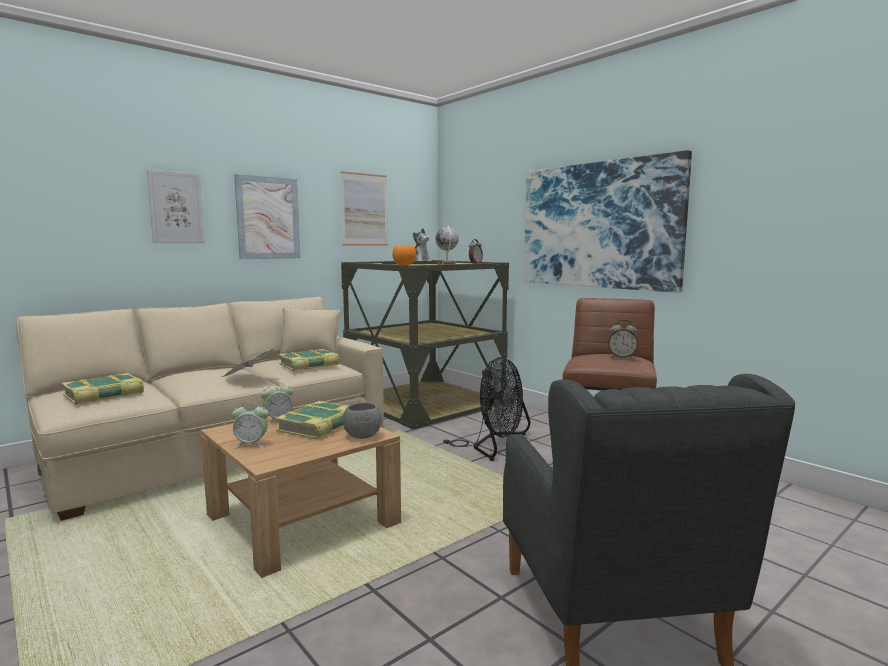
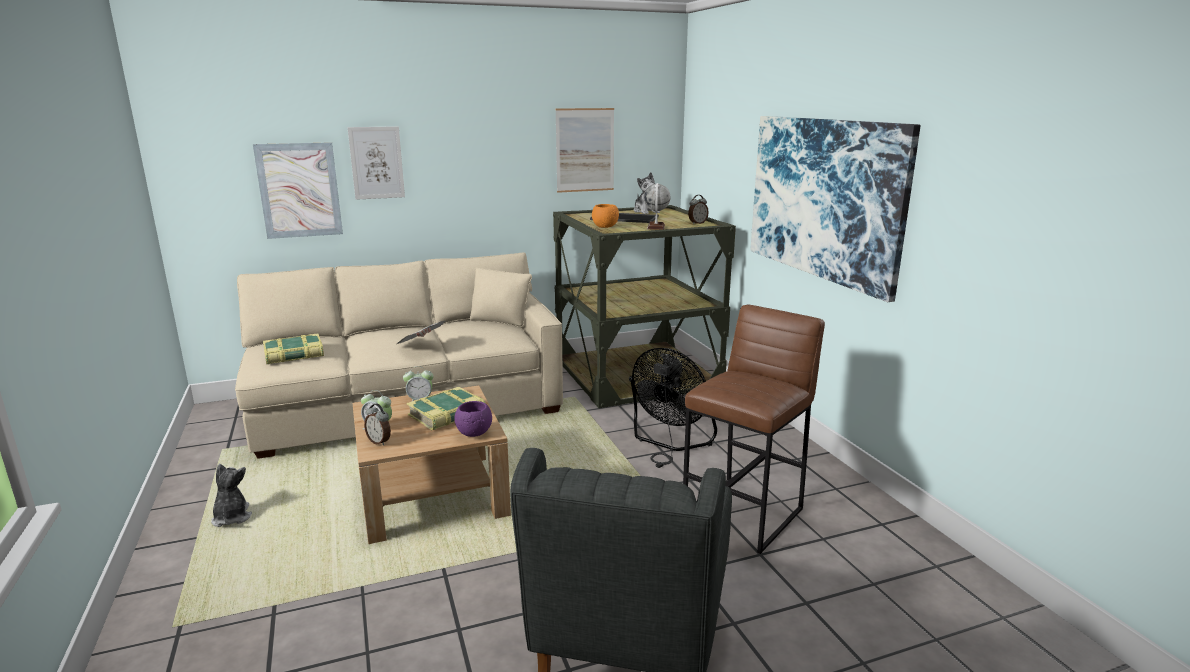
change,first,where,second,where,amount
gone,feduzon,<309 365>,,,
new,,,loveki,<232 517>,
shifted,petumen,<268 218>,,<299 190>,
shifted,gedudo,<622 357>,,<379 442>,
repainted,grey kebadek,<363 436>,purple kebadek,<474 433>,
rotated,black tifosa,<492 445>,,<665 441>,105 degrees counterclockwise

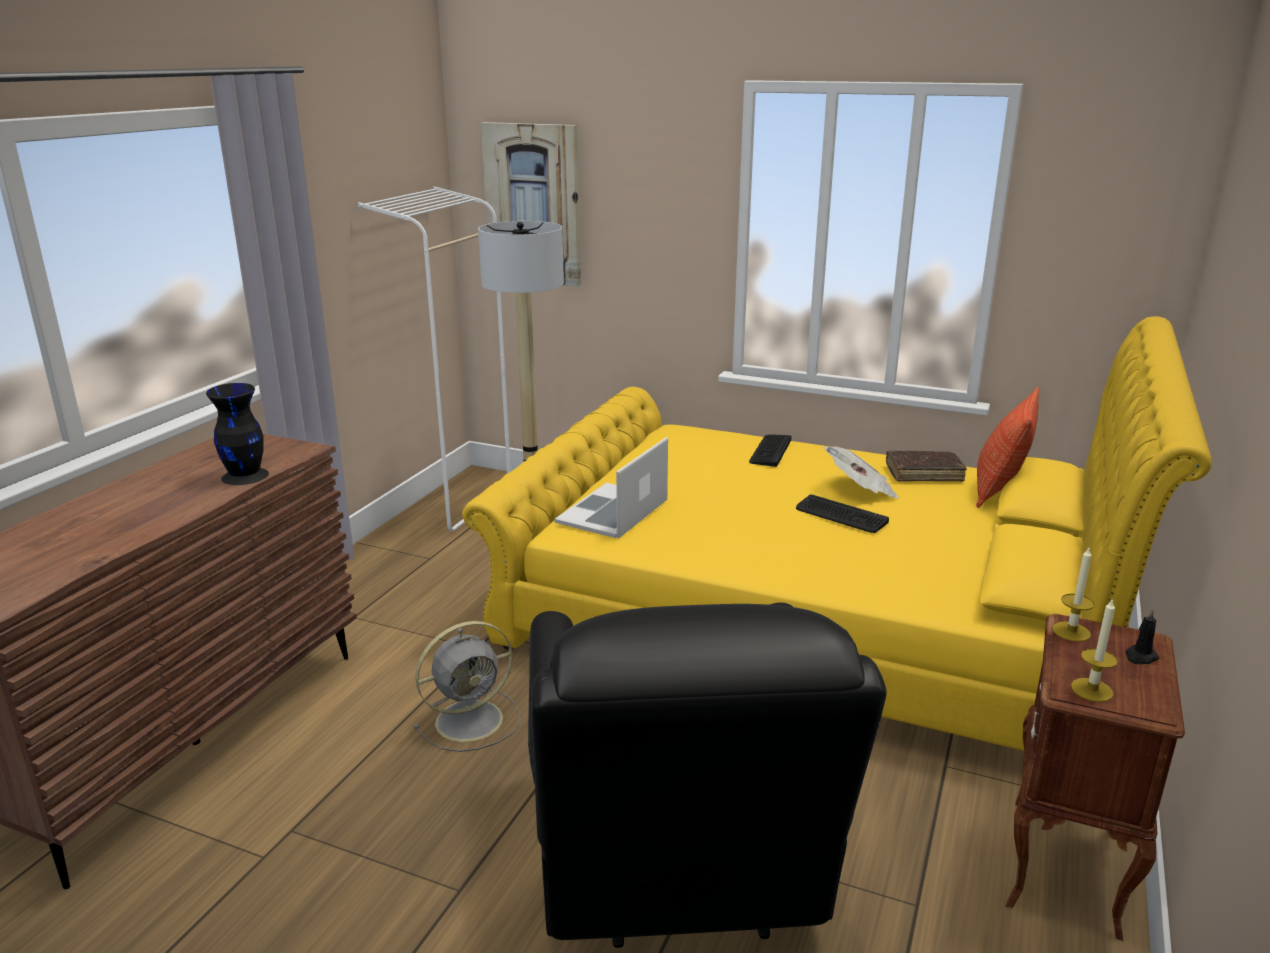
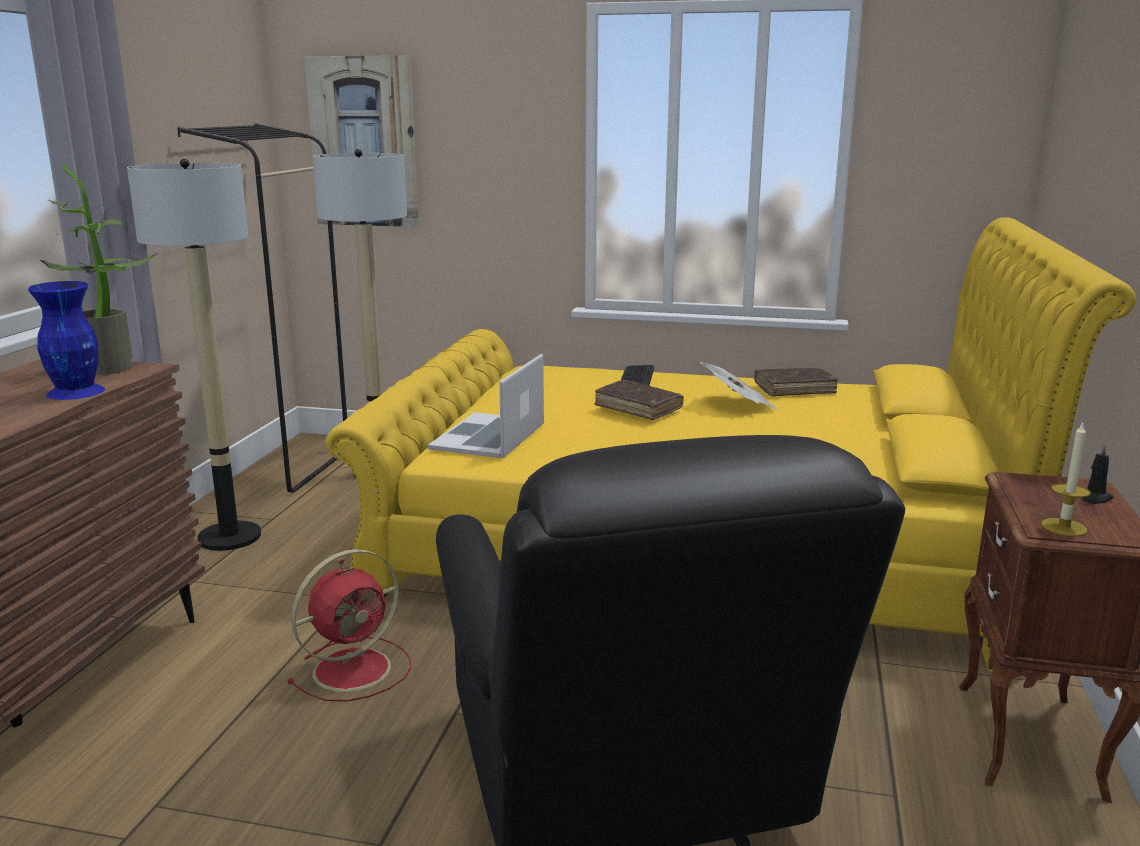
change,first,where,second,where,amount
gone,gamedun,<841 515>,,,
gone,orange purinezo,<998 491>,,,
gone,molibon,<1071 631>,,,
new,,,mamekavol,<115 367>,
new,,,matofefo,<230 537>,
new,,,brown feduzon,<638 408>,
repainted,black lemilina,<246 476>,blue lemilina,<77 392>,
repainted,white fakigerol,<455 503>,black fakigerol,<290 467>,
repainted,grey tifosa,<472 719>,red tifosa,<355 668>,

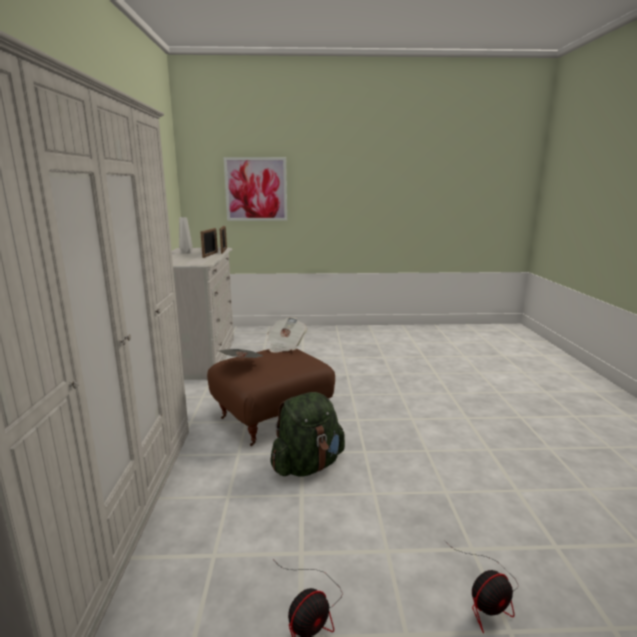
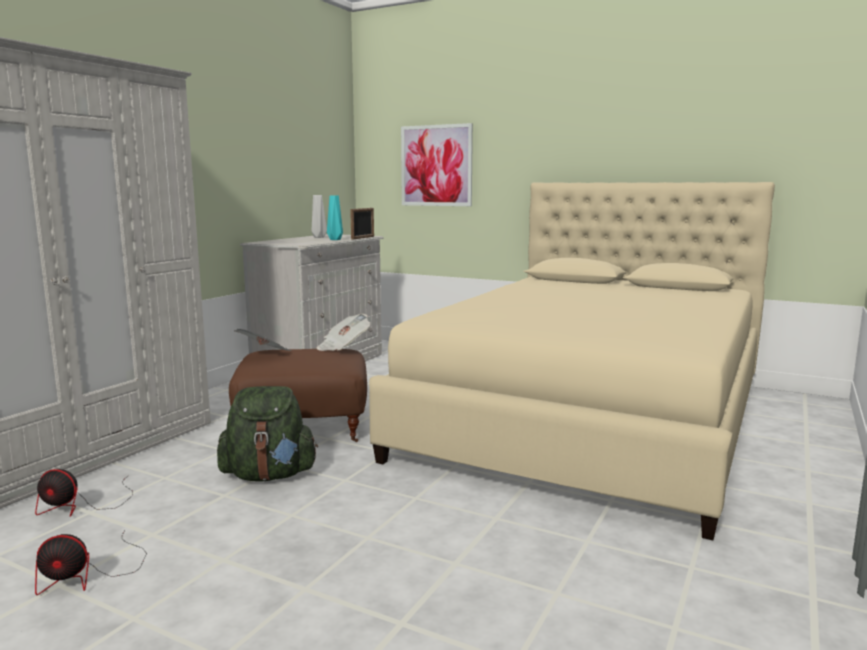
change,first,where,second,where,amount
new,,,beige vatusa,<592 419>,
shifted,tifosa,<487 596>,,<82 505>,
swapped,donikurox,<210 255>,turquoise lemilina,<335 239>,

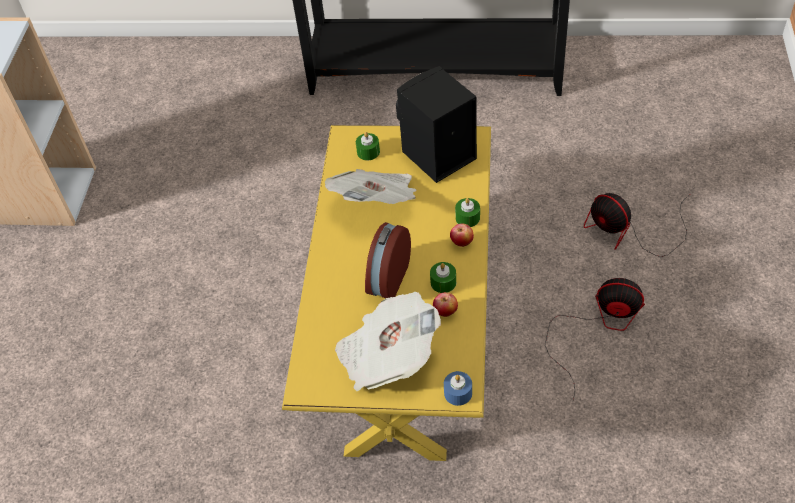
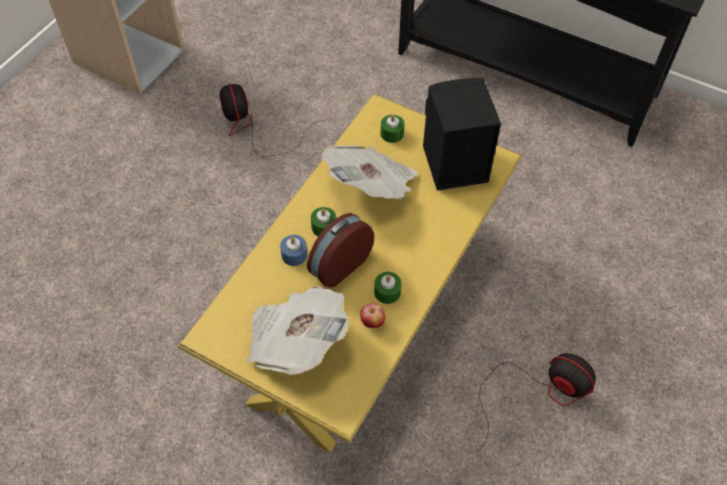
change,first,where,second,where,amount
gone,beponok,<461 243>,,,
shifted,blue molibon,<458 393>,,<294 255>,
shifted,green molibon,<467 218>,,<324 227>,
shifted,tifosa,<630 232>,,<254 128>,

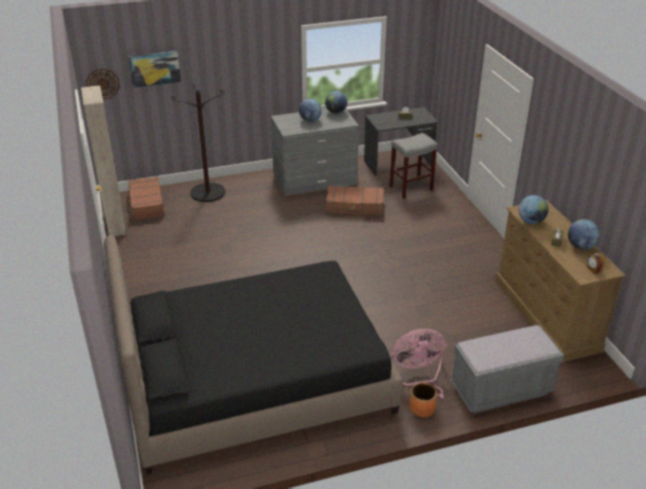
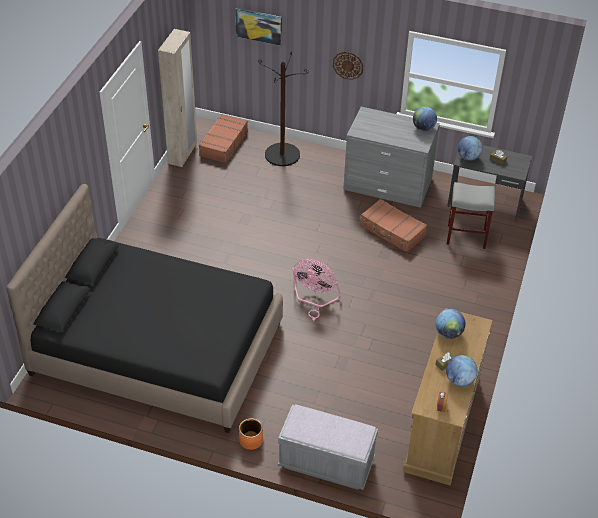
change,first,where,second,where,amount
shifted,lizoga,<102 83>,,<348 65>,
shifted,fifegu,<310 120>,,<468 157>,
shifted,pink tifosa,<420 377>,,<313 299>,

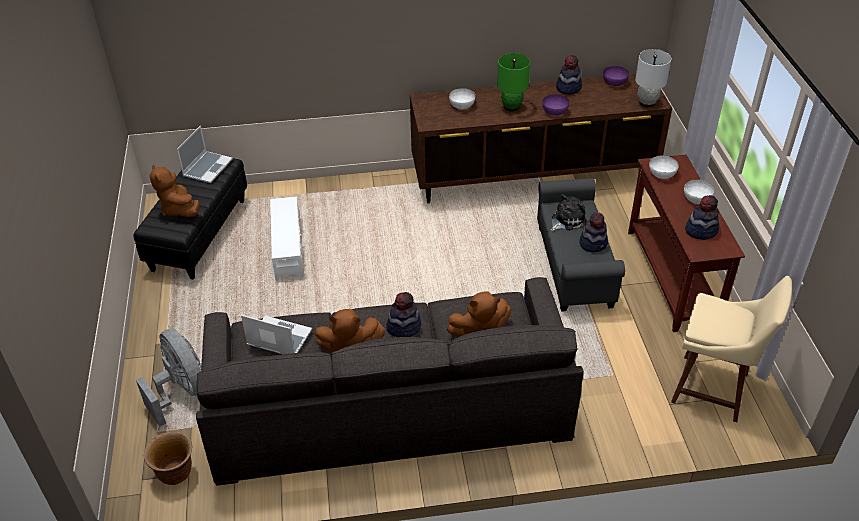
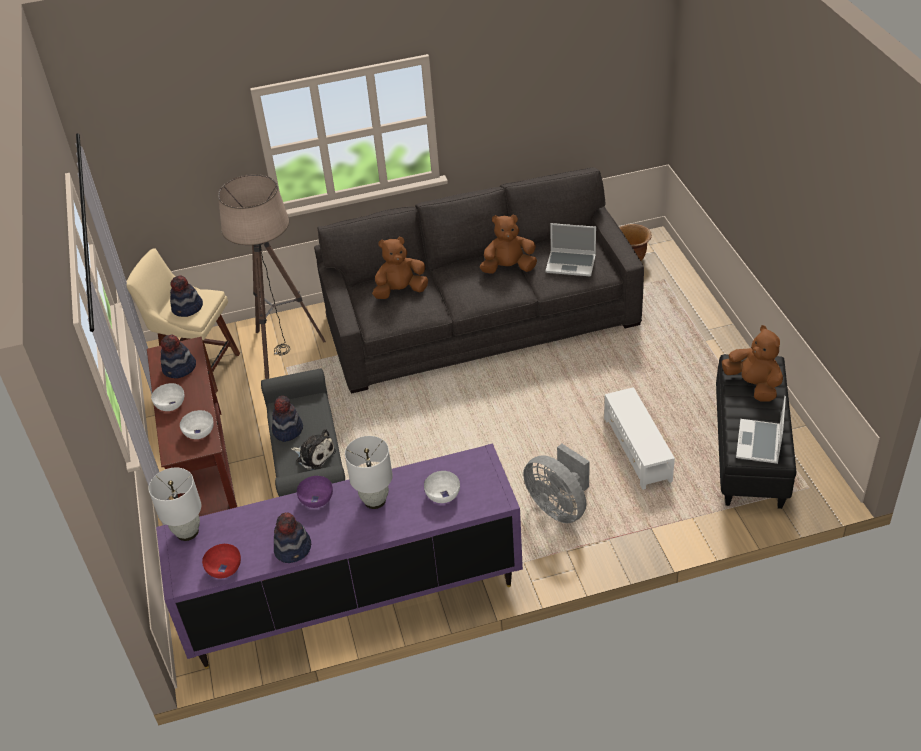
change,first,where,second,where,amount
new,,,matofefo,<283 350>,
shifted,grey tifosa,<181 391>,,<559 506>,
shifted,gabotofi,<403 326>,,<187 308>,
repainted,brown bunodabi,<533 177>,purple bunodabi,<353 597>,
repainted,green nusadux,<511 107>,white nusadux,<375 500>,
repainted,purple kebadek,<614 82>,red kebadek,<224 569>,
rotated,loveki,<566 220>,,<314 455>,105 degrees counterclockwise

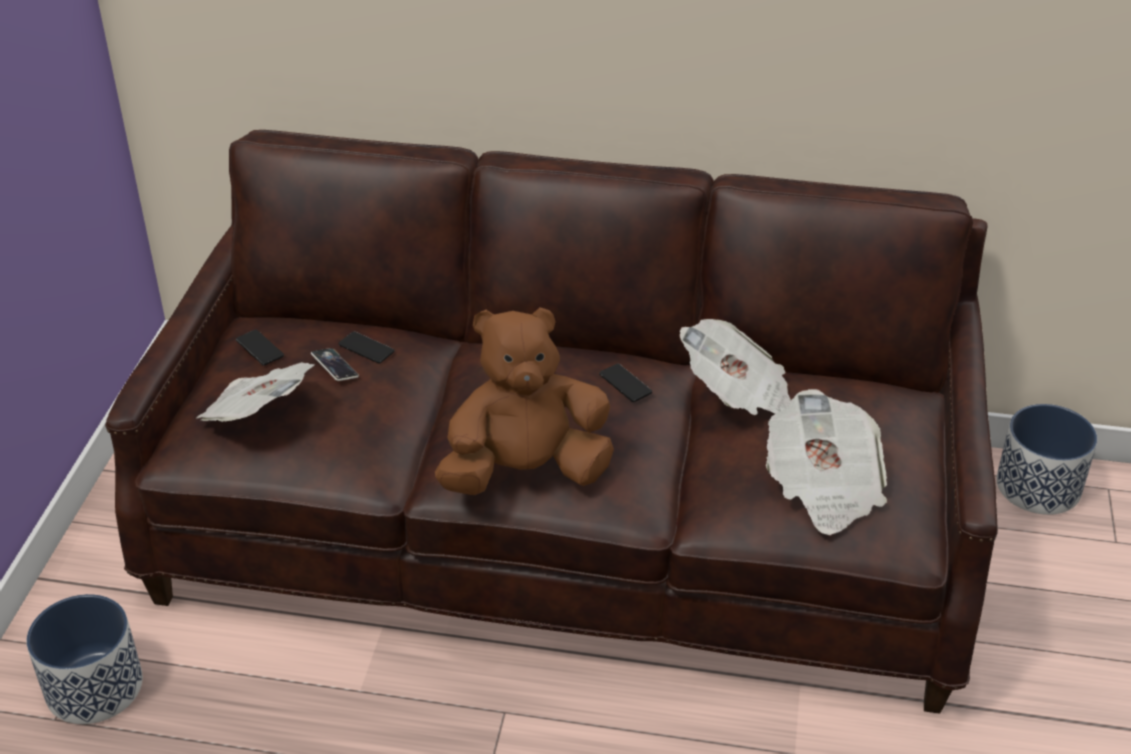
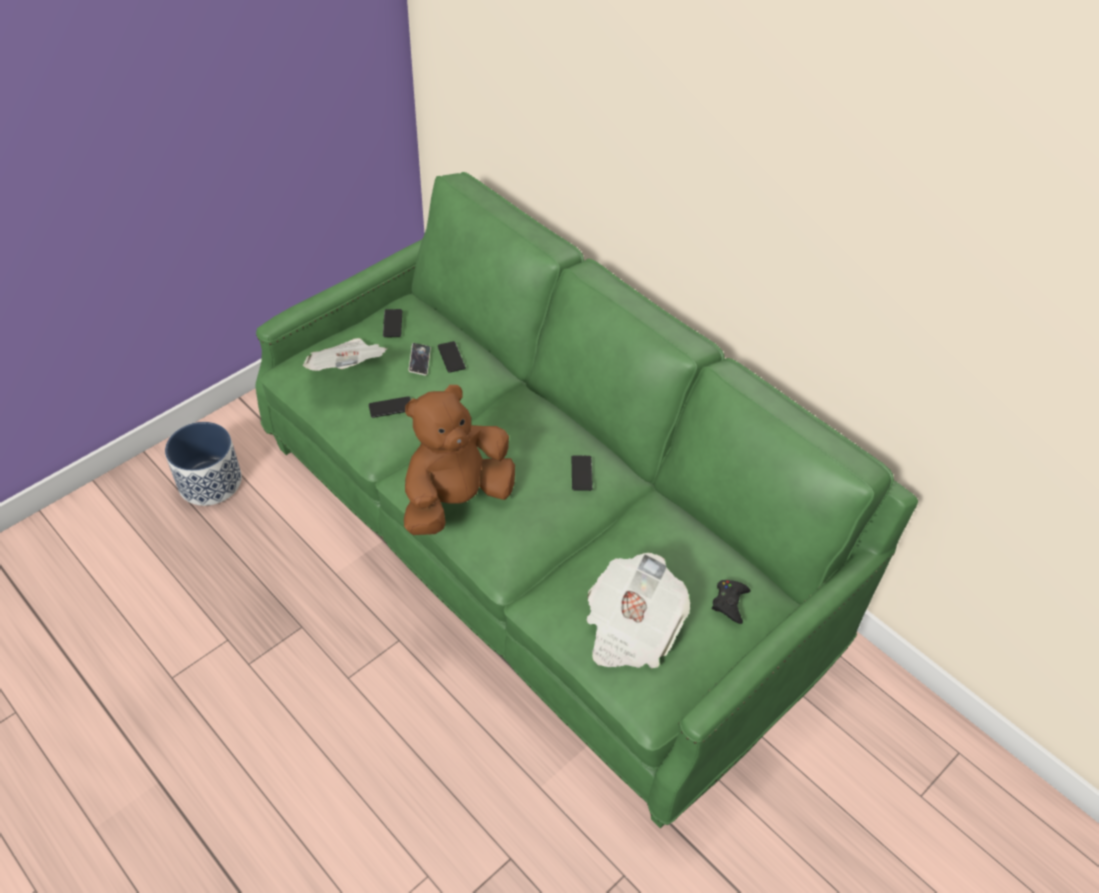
change,first,where,second,where,amount
gone,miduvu,<738 395>,,,
gone,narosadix,<1038 487>,,,
new,,,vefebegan,<390 407>,
new,,,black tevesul,<729 602>,
repainted,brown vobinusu,<565 527>,green vobinusu,<545 542>,
rotated,brown loveki,<525 472>,,<456 500>,60 degrees counterclockwise

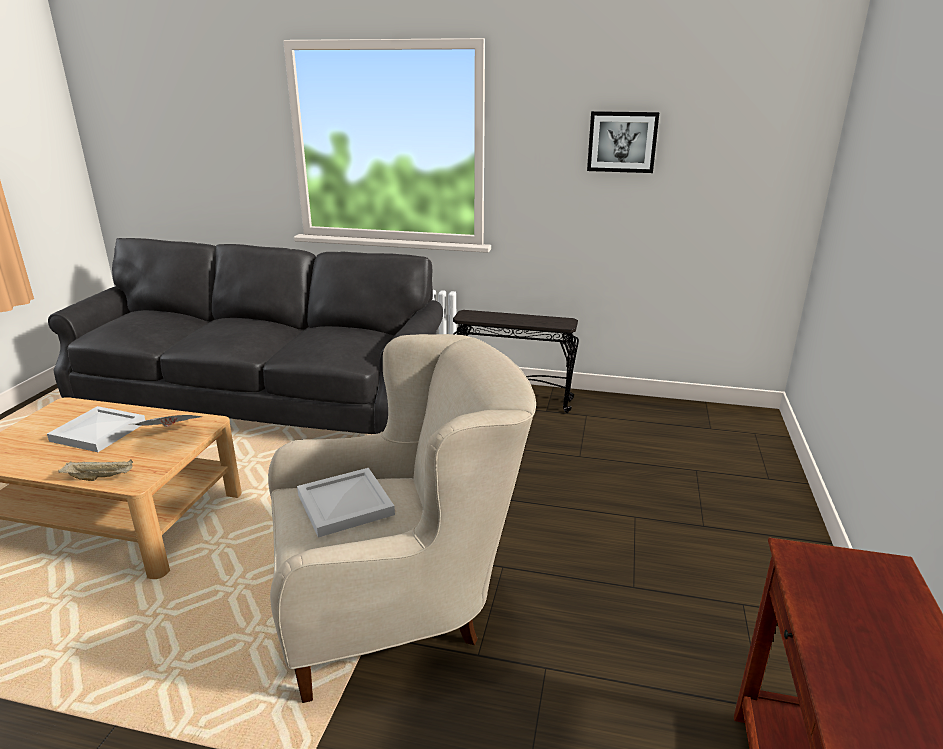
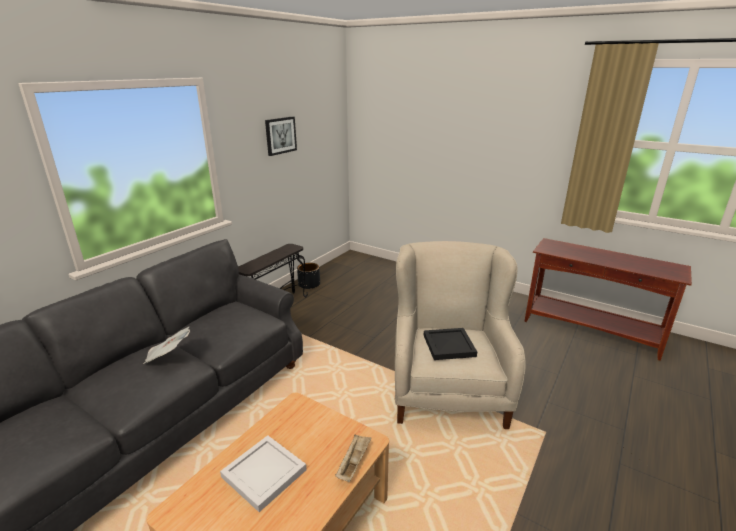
change,first,where,second,where,amount
new,,,black narosadix,<309 284>,
shifted,miduvu,<171 436>,,<168 356>,
repainted,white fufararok,<346 503>,black fufararok,<448 345>,

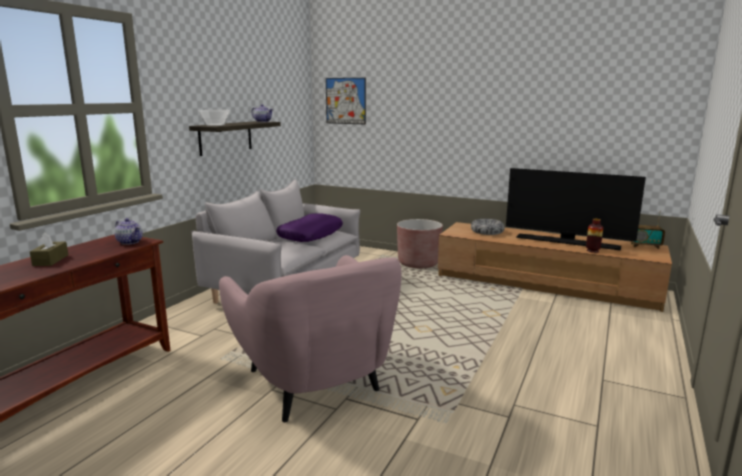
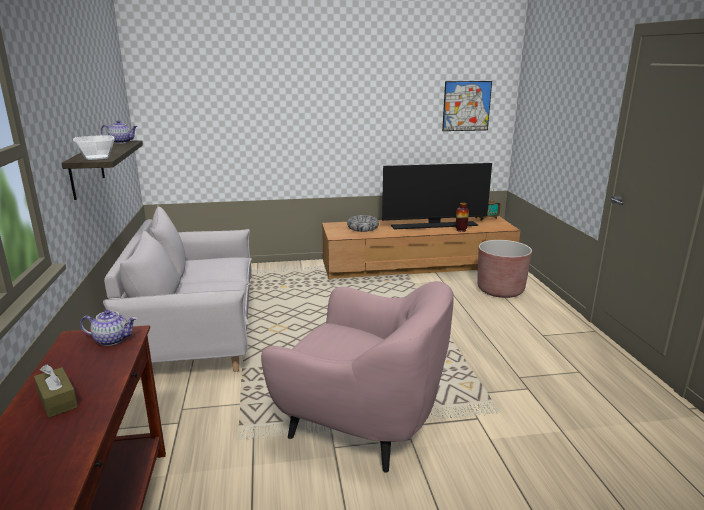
change,first,where,second,where,amount
gone,purple purinezo,<310 235>,,,
shifted,petumen,<345 101>,,<466 106>,
shifted,brown narosadix,<418 263>,,<500 290>,

